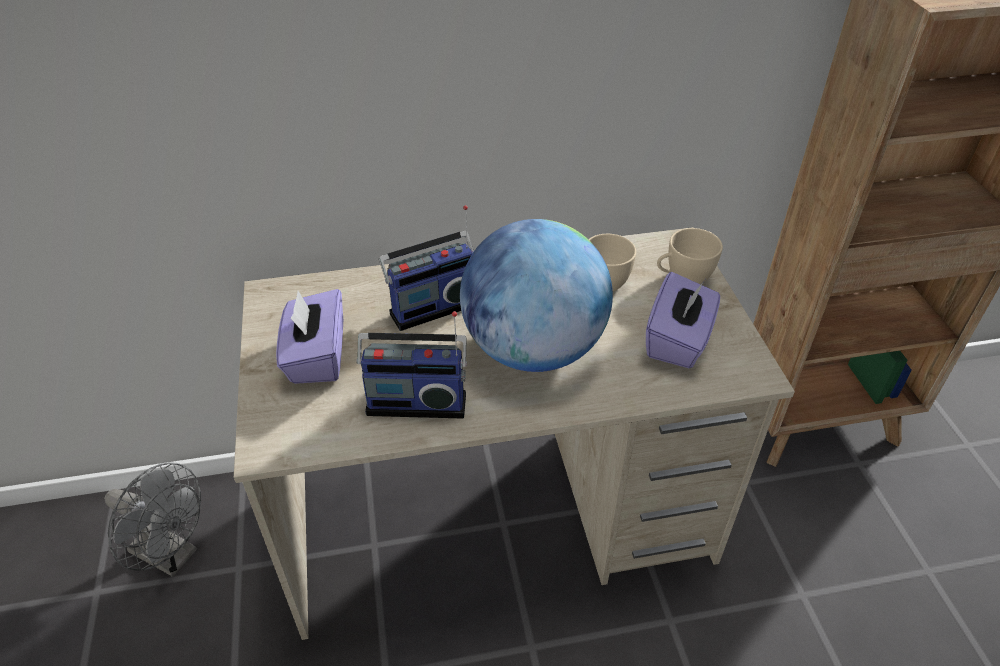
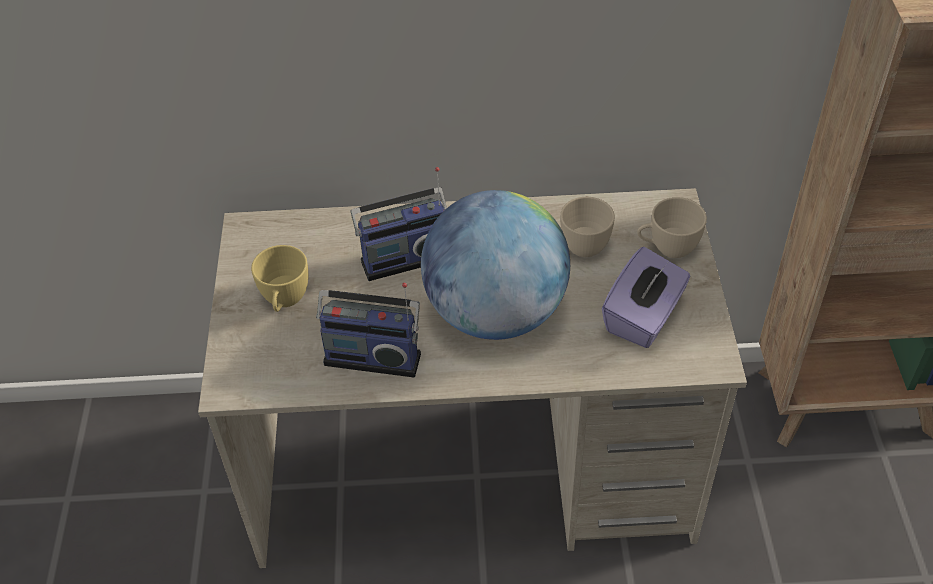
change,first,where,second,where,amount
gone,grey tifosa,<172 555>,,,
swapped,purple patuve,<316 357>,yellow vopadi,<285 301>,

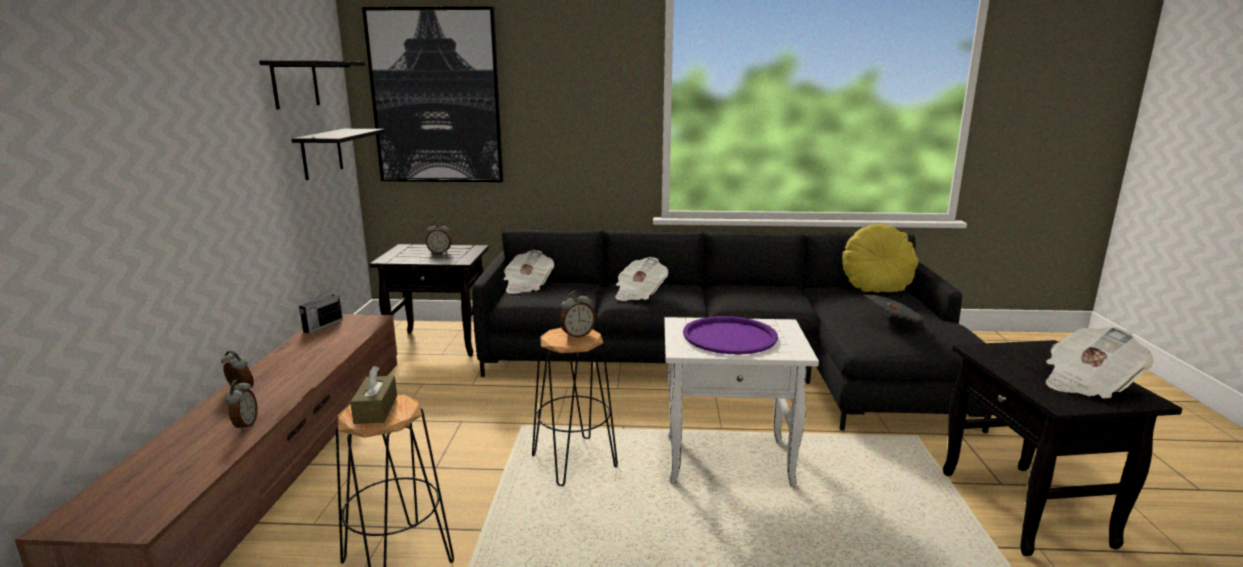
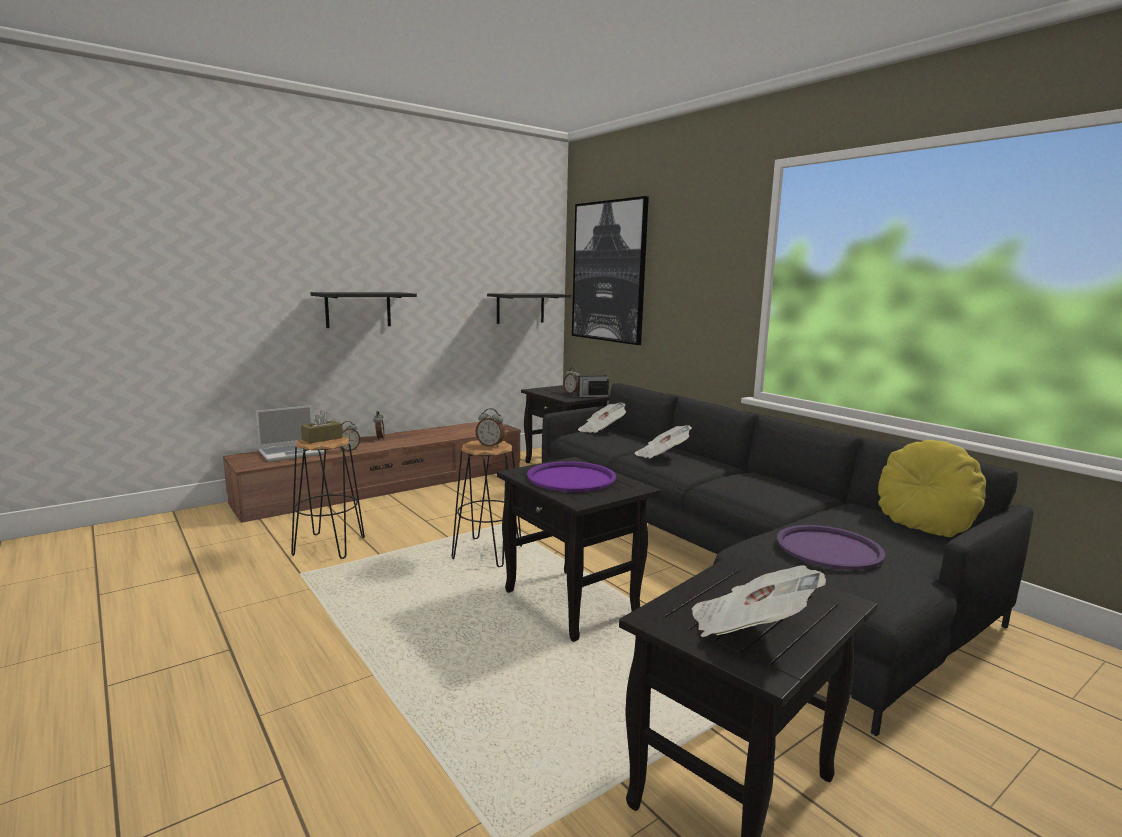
change,first,where,second,where,amount
new,,,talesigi,<292 453>,
shifted,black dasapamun,<295 84>,,<358 309>,
shifted,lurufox,<322 326>,,<592 396>,
swapped,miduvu,<893 323>,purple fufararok,<828 548>,
repainted,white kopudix,<730 459>,black kopudix,<573 604>,

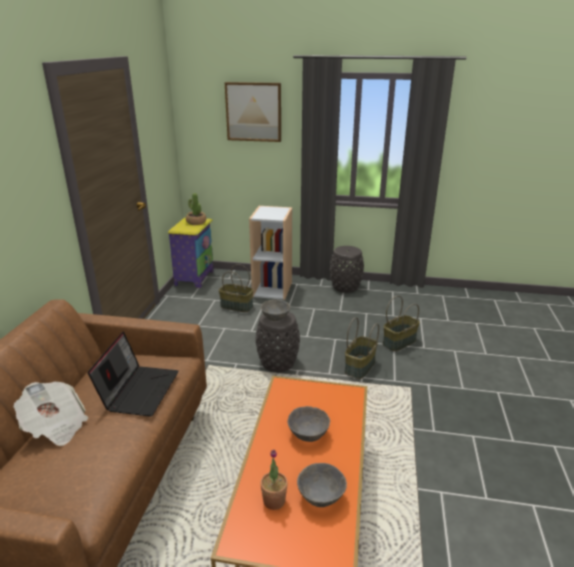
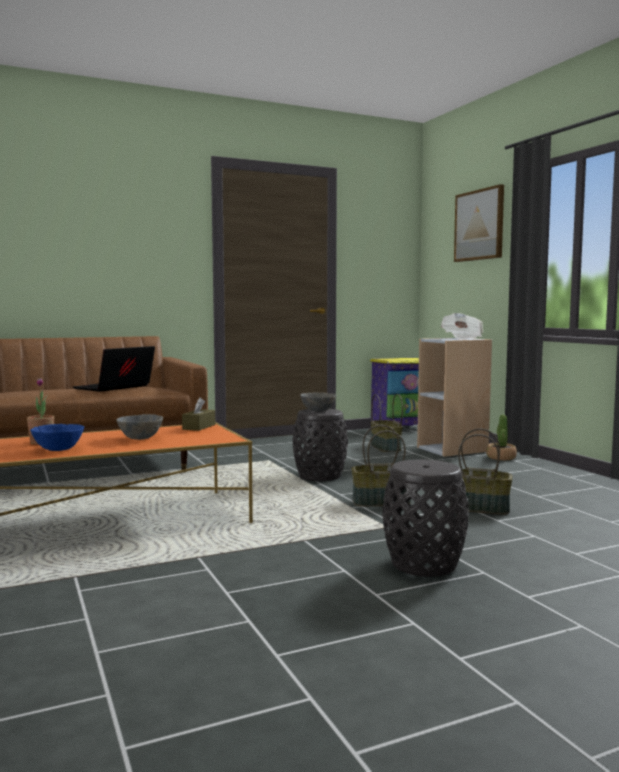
change,first,where,second,where,amount
new,,,brown patuve,<199 427>,
shifted,miduvu,<55 426>,,<462 338>,
shifted,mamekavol,<196 222>,,<501 457>,
shifted,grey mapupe,<345 287>,,<424 564>,
repainted,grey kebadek,<320 496>,blue kebadek,<58 449>,
rotated,talesigi,<139 390>,,<114 388>,150 degrees clockwise

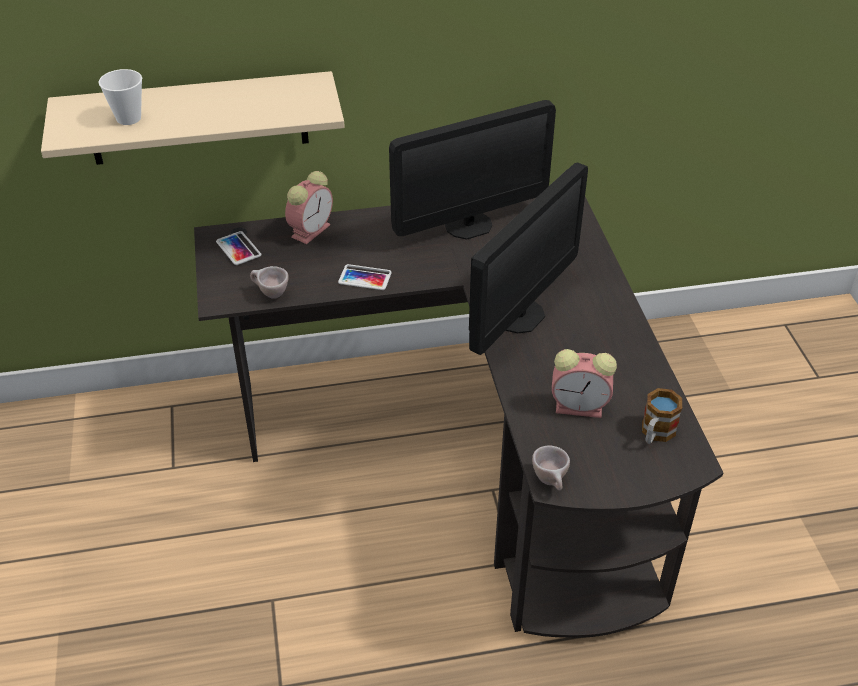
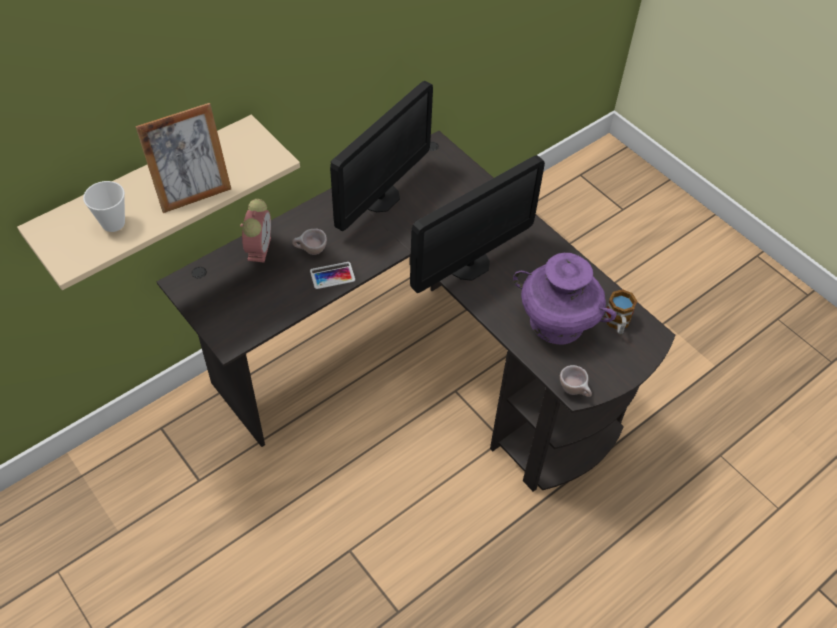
change,first,where,second,where,amount
gone,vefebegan,<238 248>,,,
new,,,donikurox,<193 194>,
shifted,beige vopadi,<270 294>,,<310 251>,
swapped,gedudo,<581 406>,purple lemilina,<557 323>,
rotated,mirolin,<519 316>,,<469 264>,45 degrees clockwise

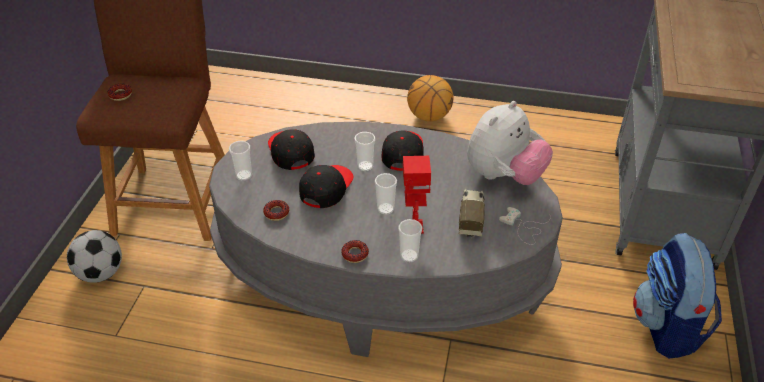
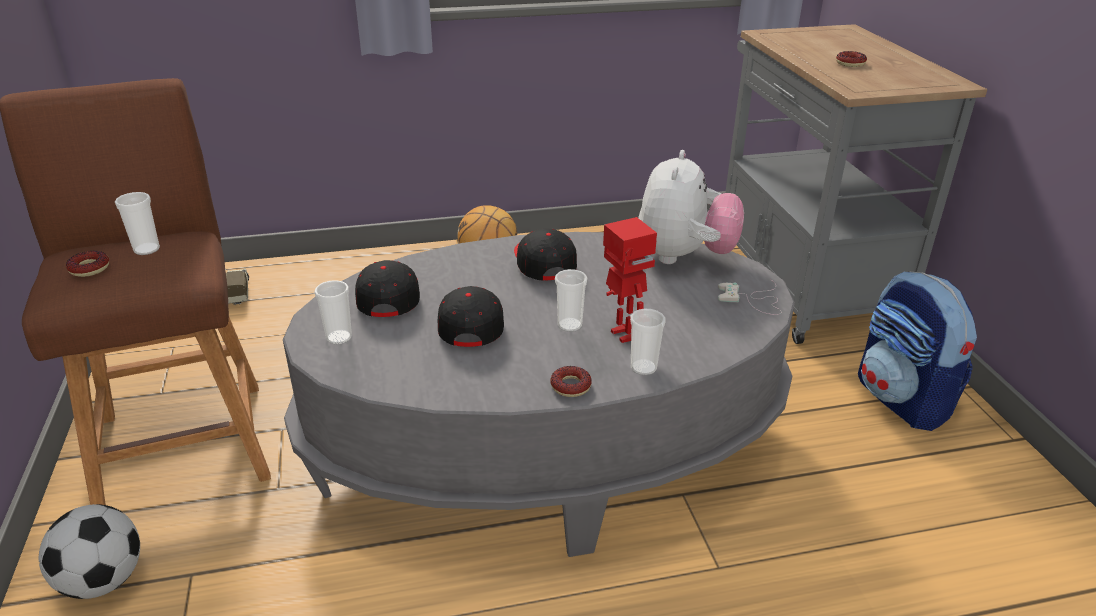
change,first,where,second,where,amount
shifted,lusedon,<276 213>,,<850 63>,
shifted,vopadi,<365 166>,,<147 249>,
shifted,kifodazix,<471 218>,,<238 292>,
rotated,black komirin,<290 152>,,<389 296>,45 degrees clockwise

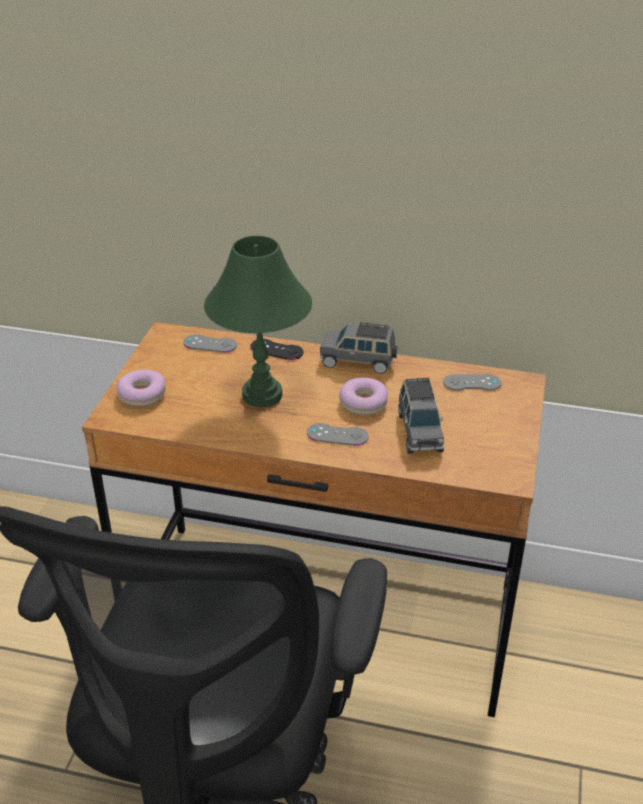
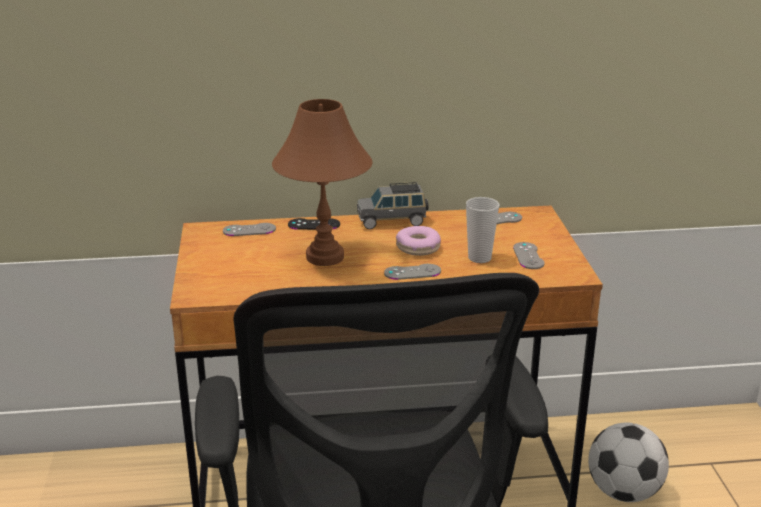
change,first,where,second,where,amount
gone,lusedon,<142 394>,,,
new,,,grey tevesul,<528 256>,
new,,,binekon,<623 492>,
swapped,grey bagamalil,<419 431>,vopadi,<479 258>,
repainted,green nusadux,<263 395>,brown nusadux,<325 257>,

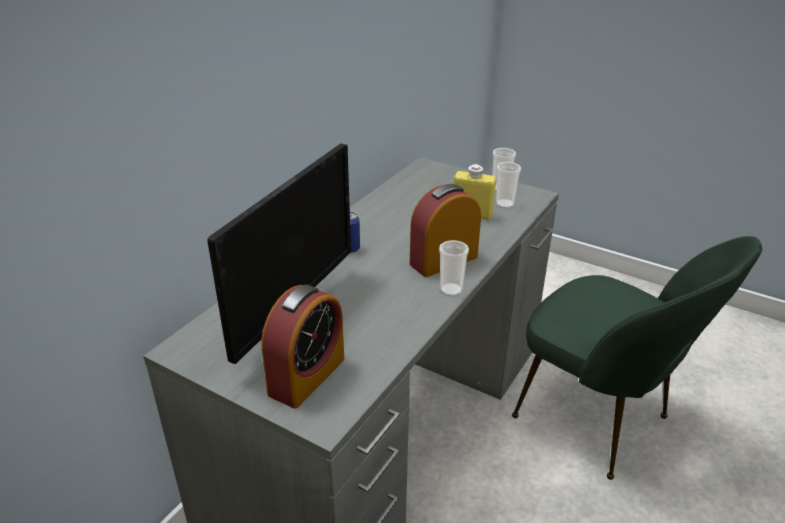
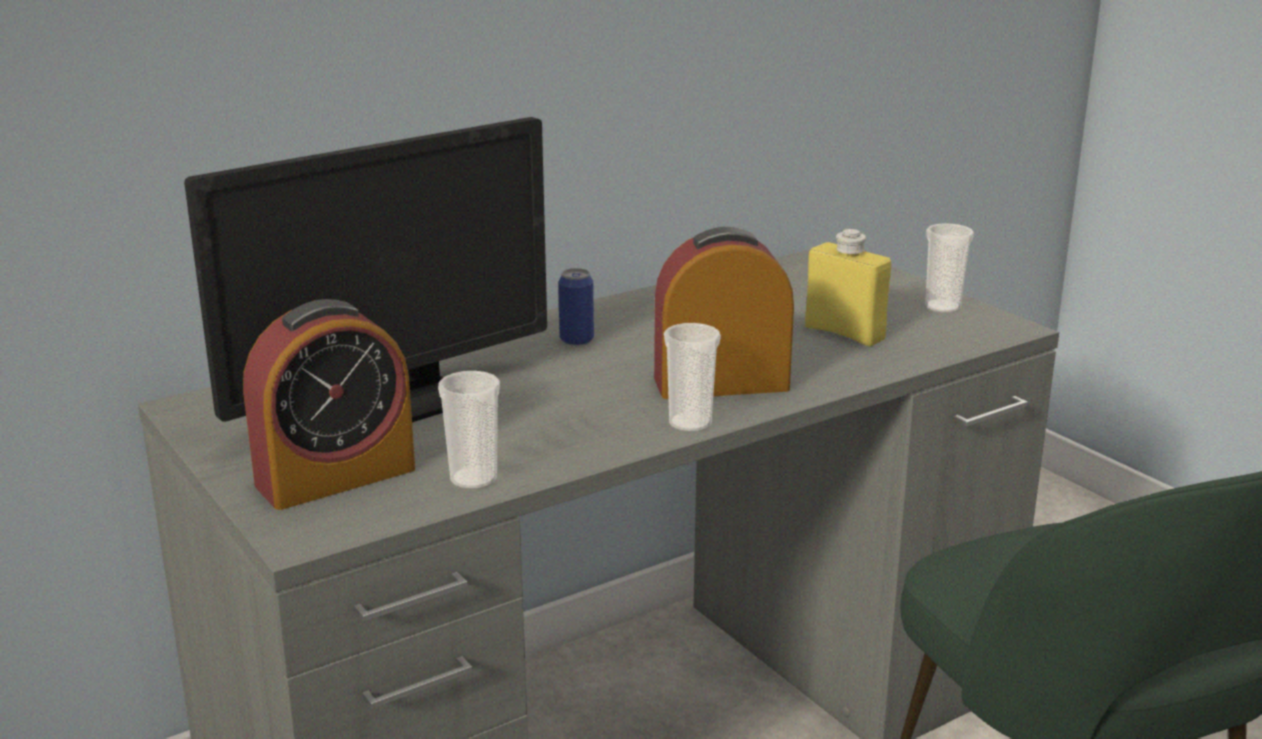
change,first,where,second,where,amount
shifted,vopadi,<504 204>,,<473 479>,

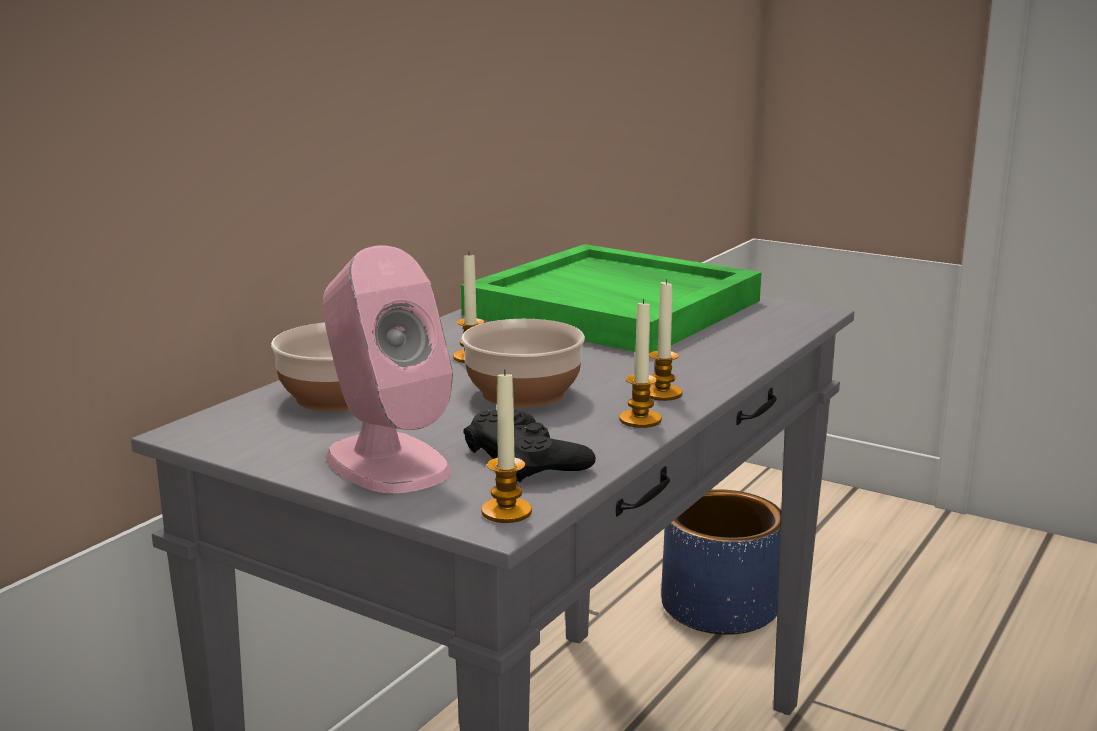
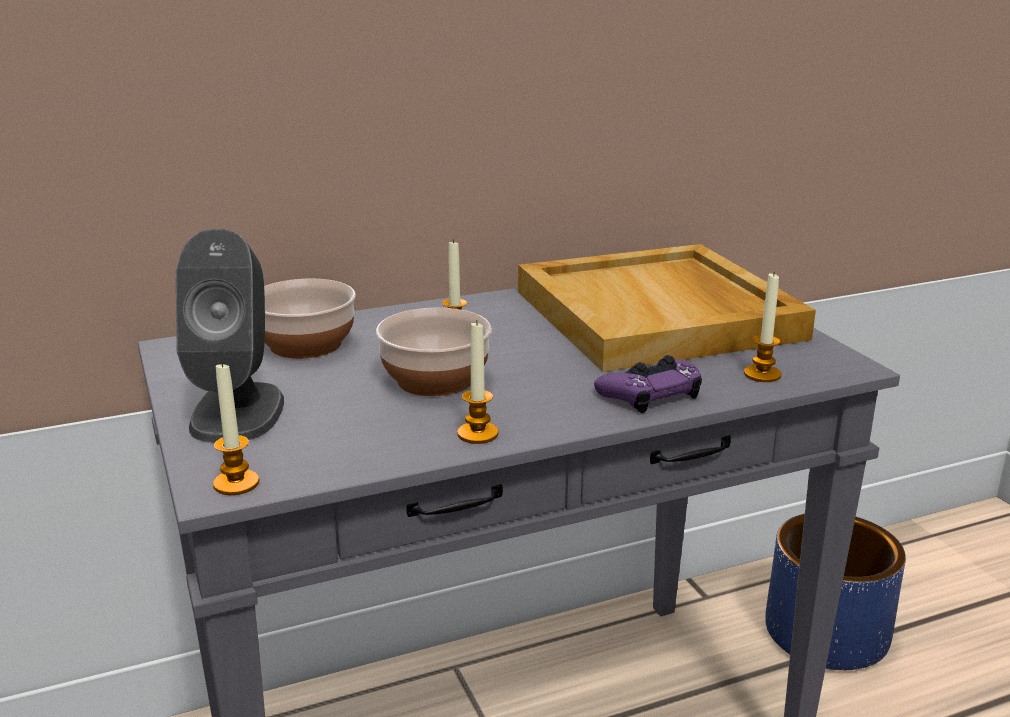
change,first,where,second,where,amount
gone,black tevesul,<526 458>,,,
new,,,purple tevesul,<650 393>,
shifted,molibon,<662 393>,,<762 374>,
repainted,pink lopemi,<386 463>,grey lopemi,<238 412>,
repainted,green fufararok,<616 307>,beige fufararok,<659 315>,

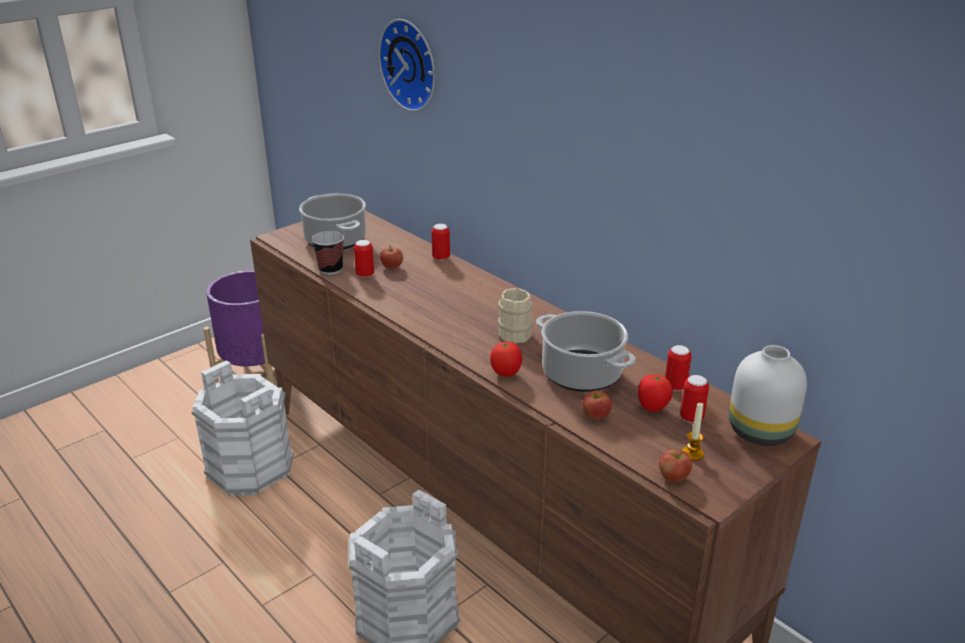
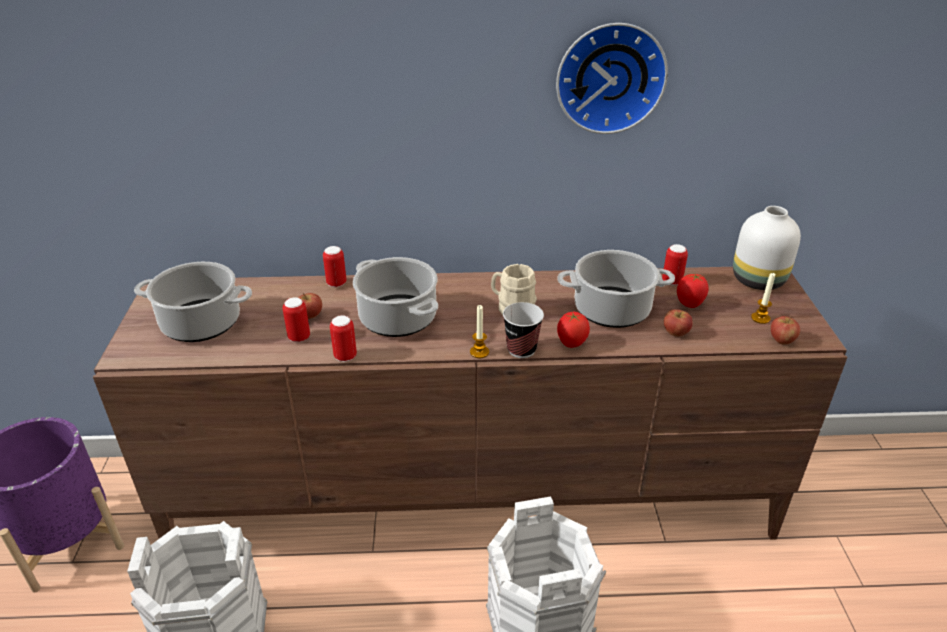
change,first,where,second,where,amount
new,,,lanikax,<397 318>,
new,,,molibon,<479 352>,
shifted,vopadi,<331 269>,,<521 349>,
shifted,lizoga,<412 64>,,<610 77>,
shifted,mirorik,<691 418>,,<345 356>,

